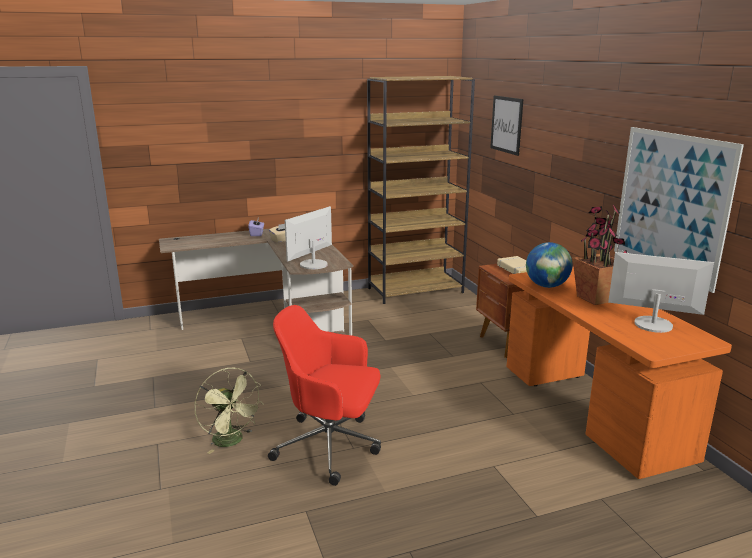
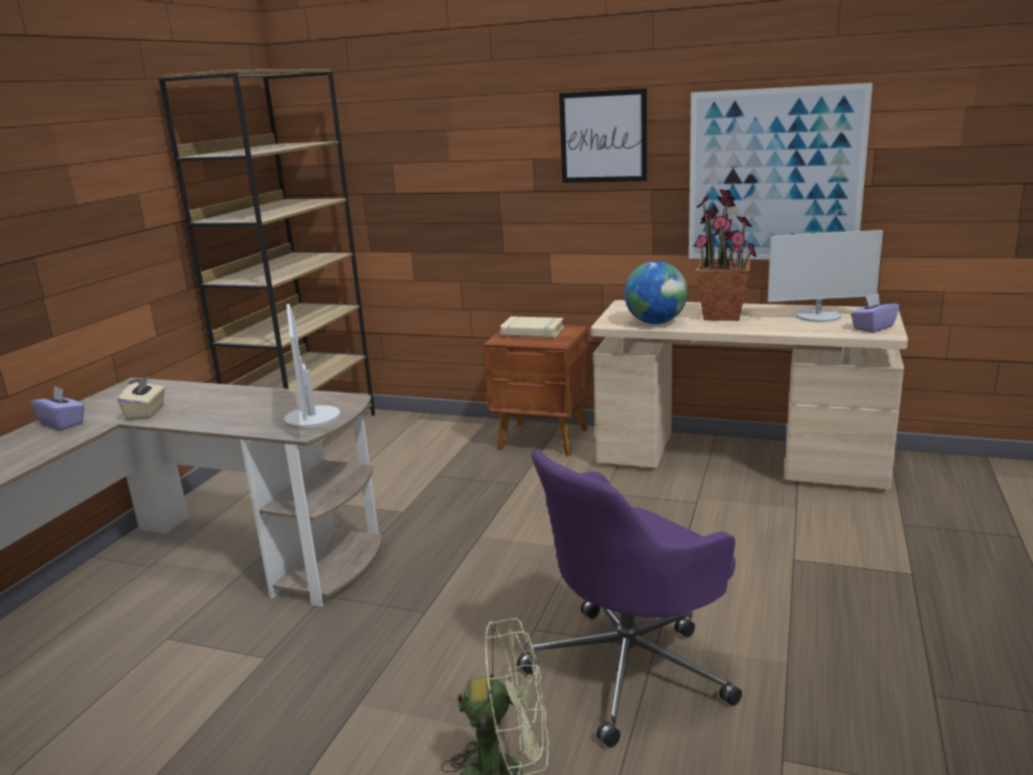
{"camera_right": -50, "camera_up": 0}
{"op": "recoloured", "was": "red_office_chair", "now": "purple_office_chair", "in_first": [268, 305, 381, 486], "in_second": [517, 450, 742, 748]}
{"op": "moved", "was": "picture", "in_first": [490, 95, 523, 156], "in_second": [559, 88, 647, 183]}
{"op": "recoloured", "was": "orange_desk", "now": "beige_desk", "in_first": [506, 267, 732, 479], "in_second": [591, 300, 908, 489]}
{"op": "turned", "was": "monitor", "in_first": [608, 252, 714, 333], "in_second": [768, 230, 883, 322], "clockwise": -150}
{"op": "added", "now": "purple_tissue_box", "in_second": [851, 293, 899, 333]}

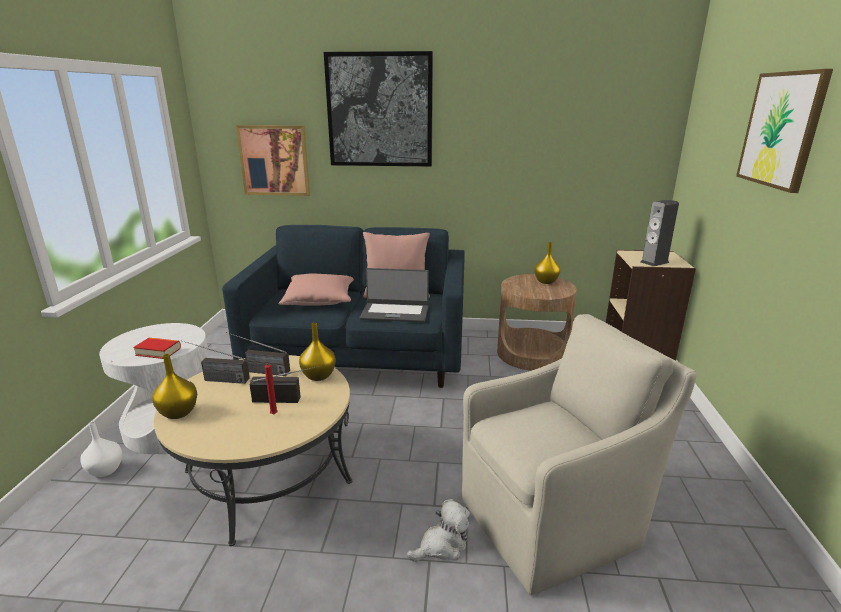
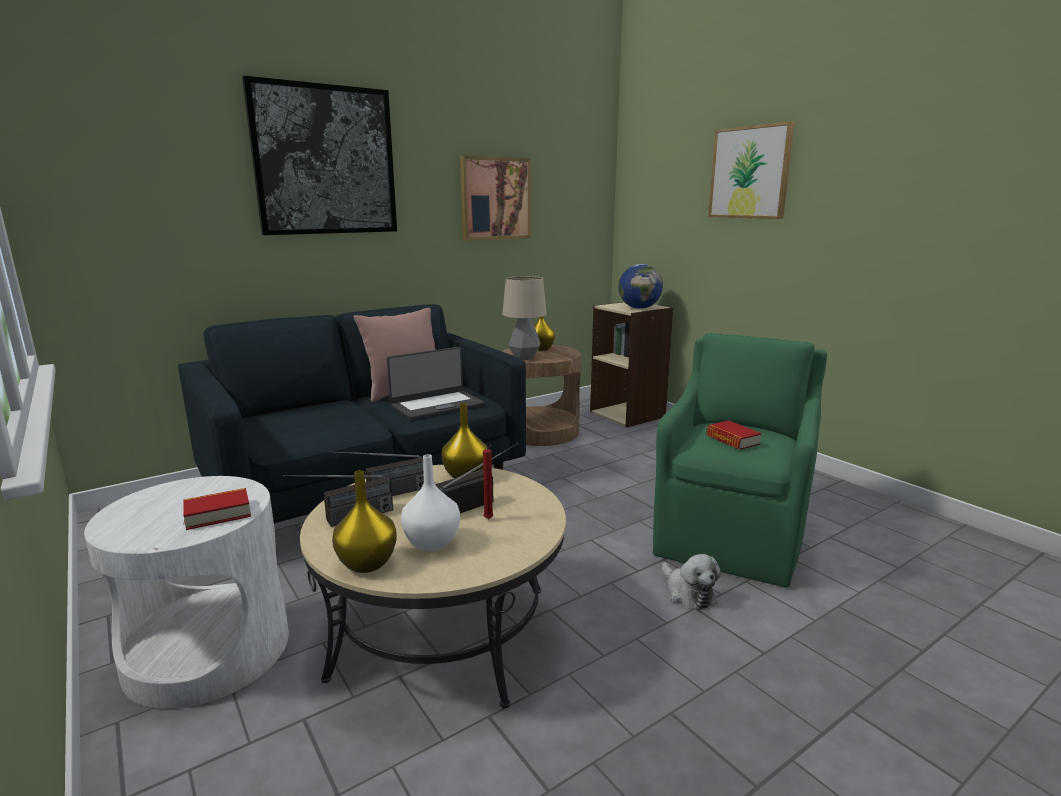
{"camera_right": -40, "camera_up": -5}
{"op": "moved", "was": "white_vase", "in_first": [81, 421, 122, 477], "in_second": [401, 454, 460, 551]}
{"op": "moved", "was": "picture", "in_first": [236, 125, 310, 196], "in_second": [460, 155, 531, 241]}
{"op": "removed", "was": "pink_pillow", "in_first": [278, 274, 354, 306]}
{"op": "turned", "was": "plush_toy", "in_first": [407, 499, 470, 562], "in_second": [662, 554, 721, 610], "clockwise": 135}
{"op": "recoloured", "was": "beige_armchair", "now": "green_armchair", "in_first": [462, 314, 697, 595], "in_second": [653, 333, 827, 588]}
{"op": "replaced", "was": "speaker", "now": "globe", "in_first": [640, 200, 679, 266], "in_second": [618, 264, 663, 309]}
{"op": "added", "now": "table_lamp", "in_second": [502, 276, 547, 360]}
{"op": "added", "now": "book", "in_second": [706, 420, 762, 450]}

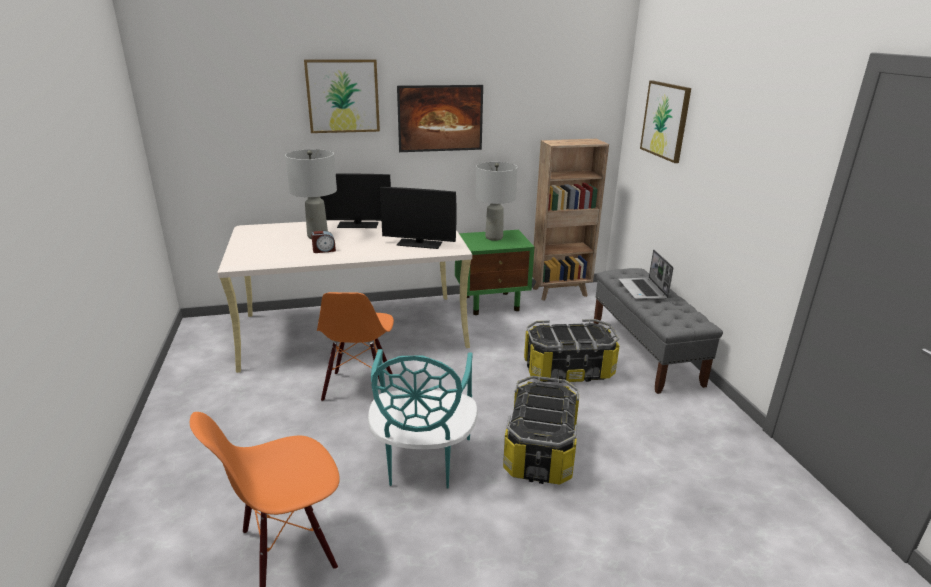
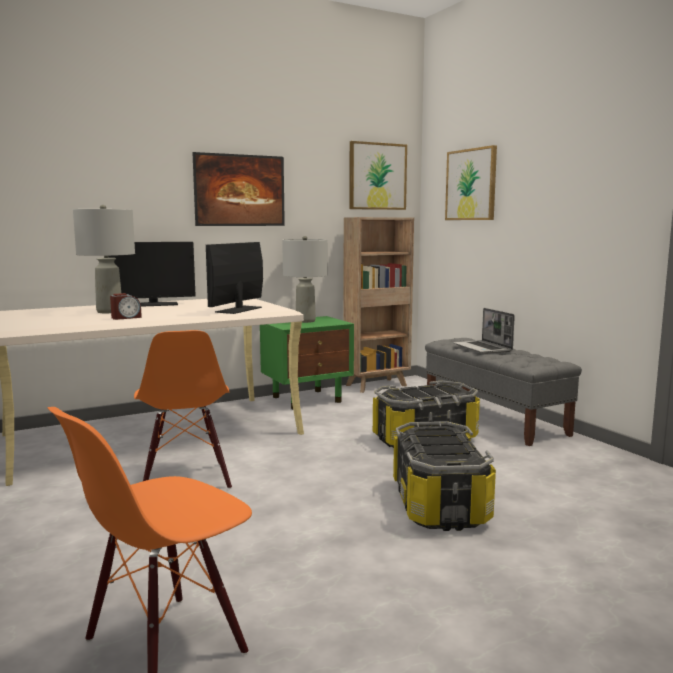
{"camera_right": -15, "camera_up": -15}
{"op": "moved", "was": "picture", "in_first": [304, 59, 380, 133], "in_second": [349, 141, 407, 210]}
{"op": "removed", "was": "turquoise_chair", "in_first": [368, 349, 478, 489]}
{"op": "turned", "was": "monitor", "in_first": [380, 187, 457, 249], "in_second": [206, 242, 263, 314], "clockwise": 120}

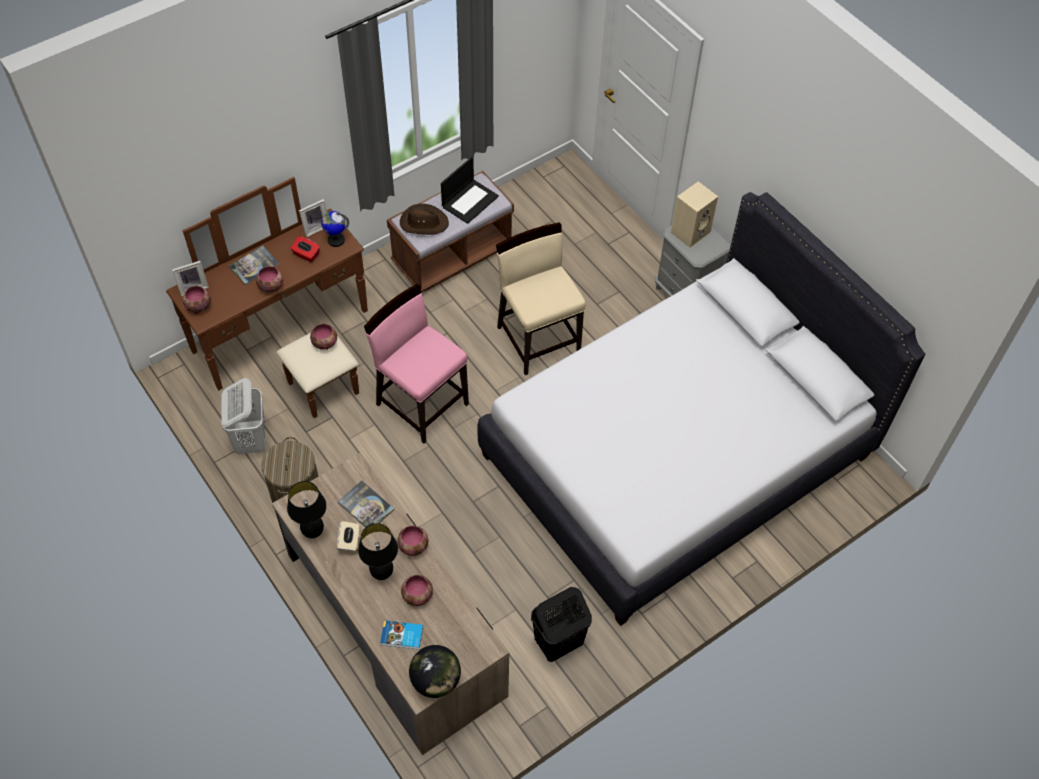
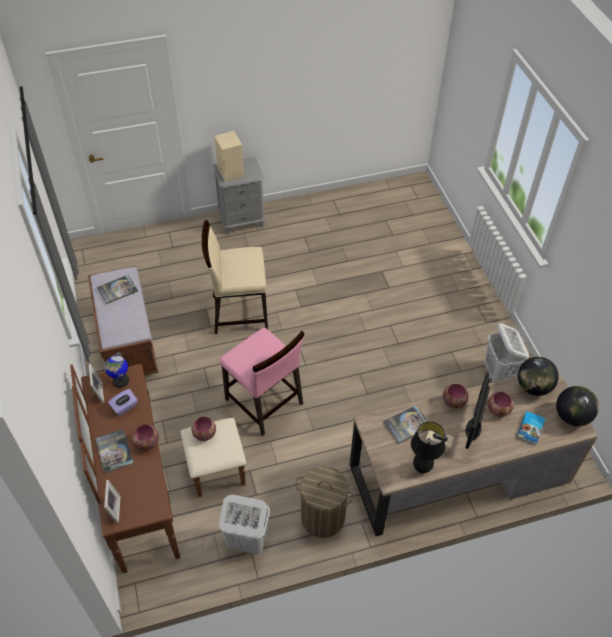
{"camera_right": -70, "camera_up": -5}
{"op": "removed", "was": "bowl", "in_first": [183, 286, 211, 314]}
{"op": "recoloured", "was": "red_tissue_box", "now": "purple_tissue_box", "in_first": [291, 236, 320, 262], "in_second": [108, 389, 138, 416]}
{"op": "replaced", "was": "black_table_lamp", "now": "monitor", "in_first": [358, 523, 398, 580], "in_second": [465, 372, 490, 449]}
{"op": "turned", "was": "pink_chair", "in_first": [364, 284, 469, 444], "in_second": [220, 327, 305, 436], "clockwise": -105}
{"op": "removed", "was": "brown_hat", "in_first": [400, 204, 449, 235]}
{"op": "replaced", "was": "laptop", "now": "book", "in_first": [441, 157, 499, 224], "in_second": [97, 275, 138, 304]}
{"op": "removed", "was": "white_bed", "in_first": [477, 192, 925, 626]}
{"op": "recoloured", "was": "black_laundry_basket", "now": "white_laundry_basket", "in_first": [531, 587, 592, 662], "in_second": [484, 323, 529, 382]}
{"op": "added", "now": "globe", "in_second": [518, 357, 559, 396]}

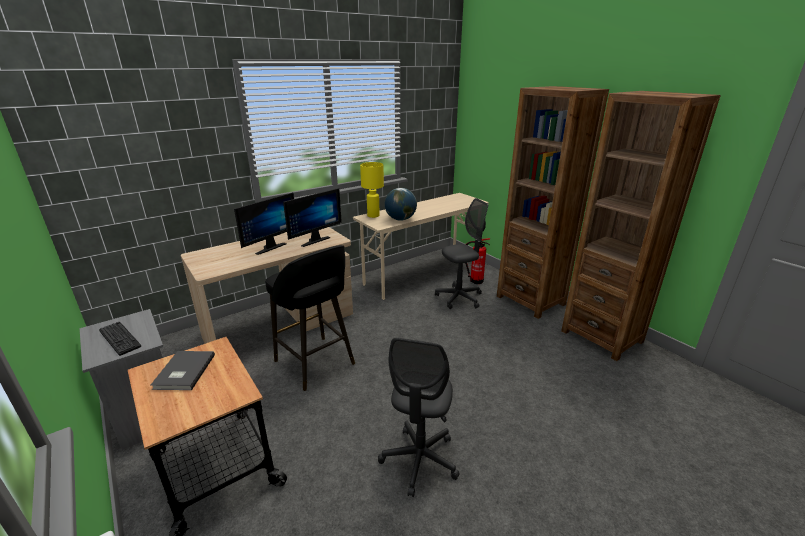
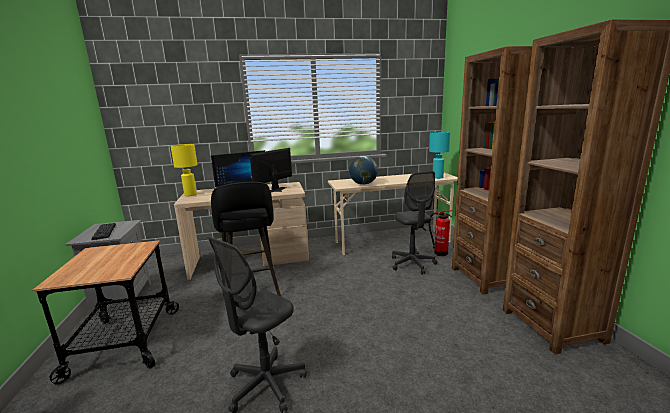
{"camera_right": 25, "camera_up": -10}
{"op": "removed", "was": "grey_book", "in_first": [150, 351, 215, 390]}
{"op": "turned", "was": "monitor", "in_first": [283, 188, 342, 247], "in_second": [250, 148, 292, 193], "clockwise": 150}
{"op": "moved", "was": "yellow_table_lamp", "in_first": [360, 162, 384, 218], "in_second": [171, 144, 198, 196]}
{"op": "turned", "was": "grey_office_chair", "in_first": [435, 198, 488, 309], "in_second": [392, 171, 437, 275], "clockwise": 75}
{"op": "added", "now": "turquoise_table_lamp", "in_second": [429, 132, 450, 179]}

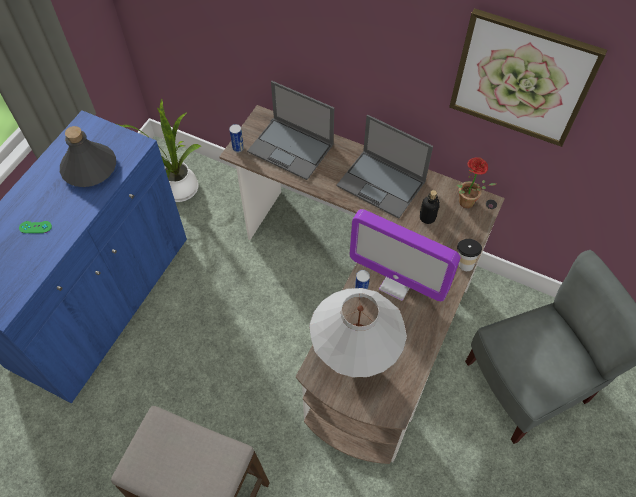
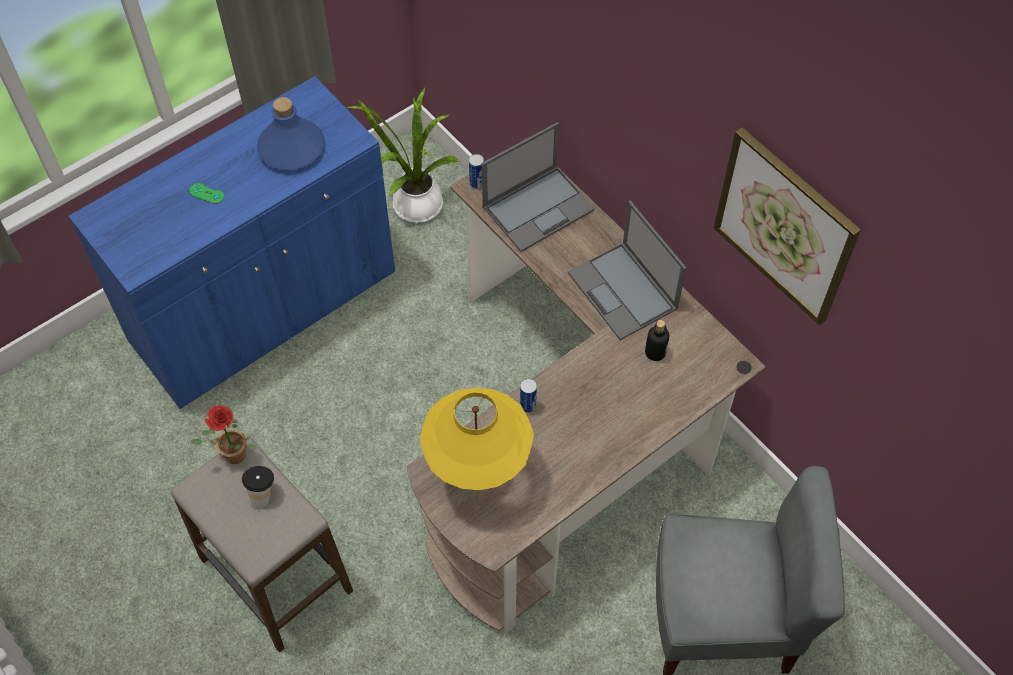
{"camera_right": 25, "camera_up": 0}
{"op": "recoloured", "was": "grey_bottle", "now": "blue_bottle", "in_first": [60, 126, 116, 187], "in_second": [257, 97, 325, 170]}
{"op": "turned", "was": "laptop", "in_first": [247, 81, 334, 180], "in_second": [482, 122, 595, 252], "clockwise": -90}
{"op": "recoloured", "was": "white_table_lamp", "now": "yellow_table_lamp", "in_first": [309, 288, 407, 377], "in_second": [420, 388, 534, 490]}
{"op": "removed", "was": "monitor", "in_first": [350, 209, 460, 301]}
{"op": "moved", "was": "potted_plant", "in_first": [456, 157, 496, 208], "in_second": [190, 405, 257, 464]}
{"op": "moved", "was": "cup", "in_first": [457, 239, 482, 271], "in_second": [242, 466, 274, 508]}

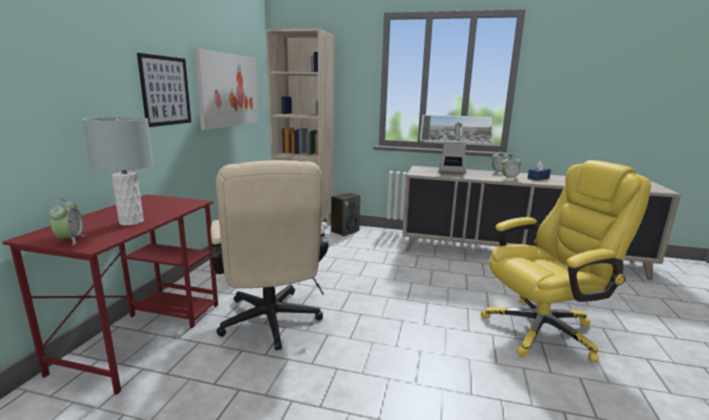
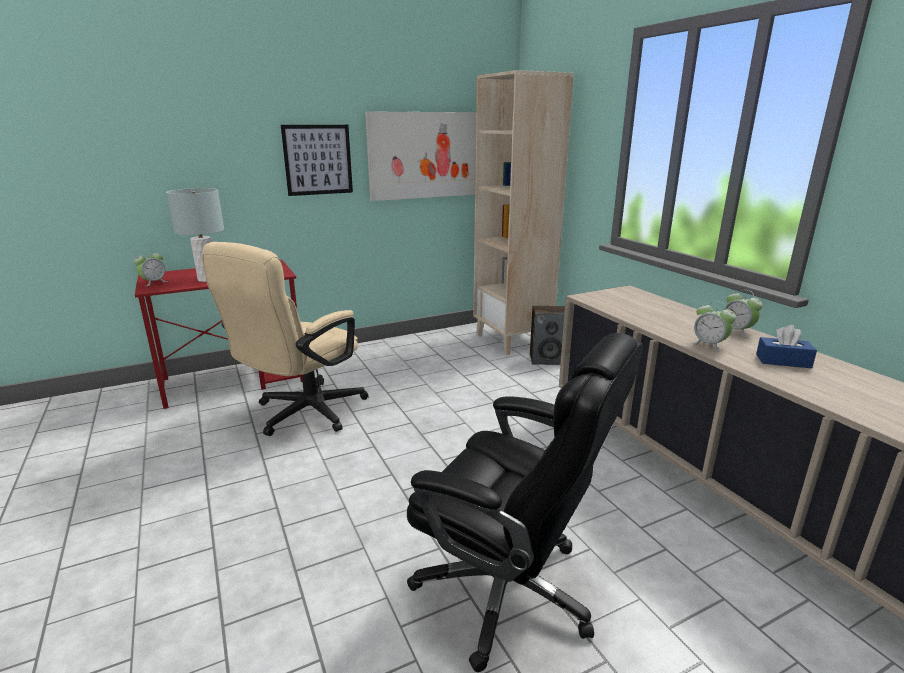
{"camera_right": 50, "camera_up": 5}
{"op": "removed", "was": "monitor", "in_first": [420, 115, 494, 173]}
{"op": "recoloured", "was": "yellow_office_chair", "now": "black_office_chair", "in_first": [481, 160, 651, 362], "in_second": [407, 333, 643, 672]}

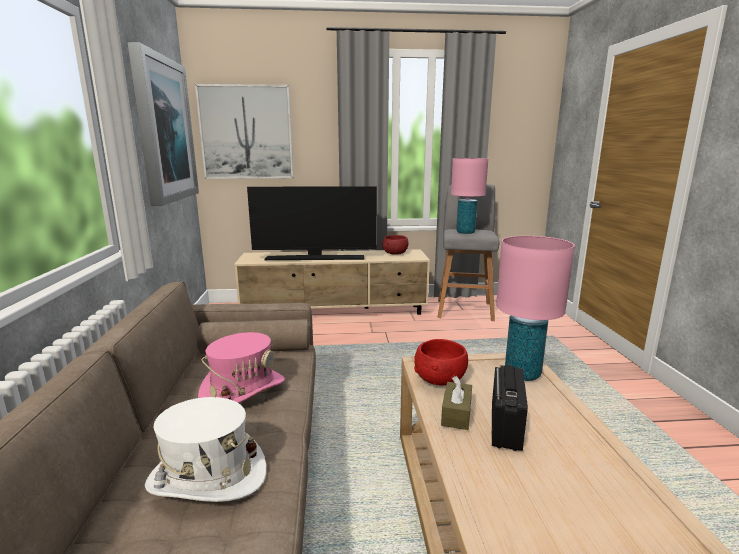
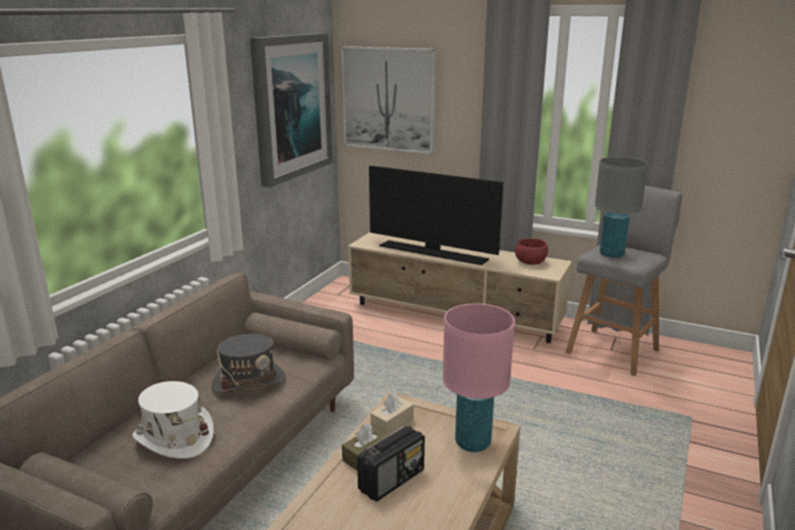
{"camera_right": 30, "camera_up": 5}
{"op": "recoloured", "was": "pink_hat", "now": "grey_hat", "in_first": [198, 332, 285, 403], "in_second": [211, 334, 286, 393]}
{"op": "replaced", "was": "red_bowl", "now": "beige_tissue_box", "in_first": [414, 339, 468, 385], "in_second": [371, 393, 414, 435]}
{"op": "recoloured", "was": "pink_table_lamp", "now": "grey_table_lamp", "in_first": [451, 158, 488, 234], "in_second": [595, 157, 648, 258]}

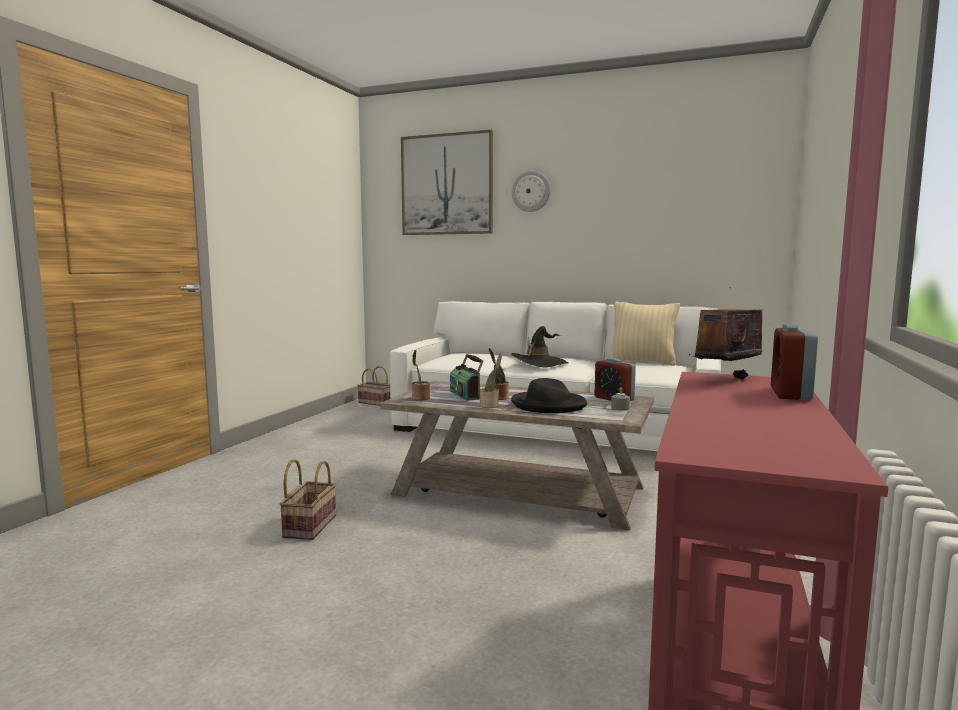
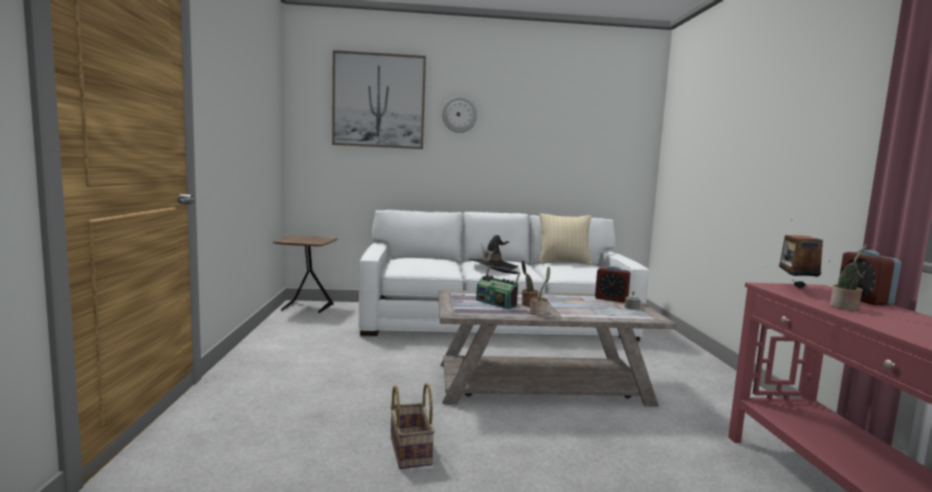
{"camera_right": -25, "camera_up": 0}
{"op": "replaced", "was": "basket", "now": "brown_side_table", "in_first": [357, 366, 390, 406], "in_second": [273, 236, 337, 313]}
{"op": "moved", "was": "potted_plant", "in_first": [412, 350, 430, 401], "in_second": [830, 244, 868, 311]}
{"op": "removed", "was": "black_hat", "in_first": [511, 378, 587, 413]}

